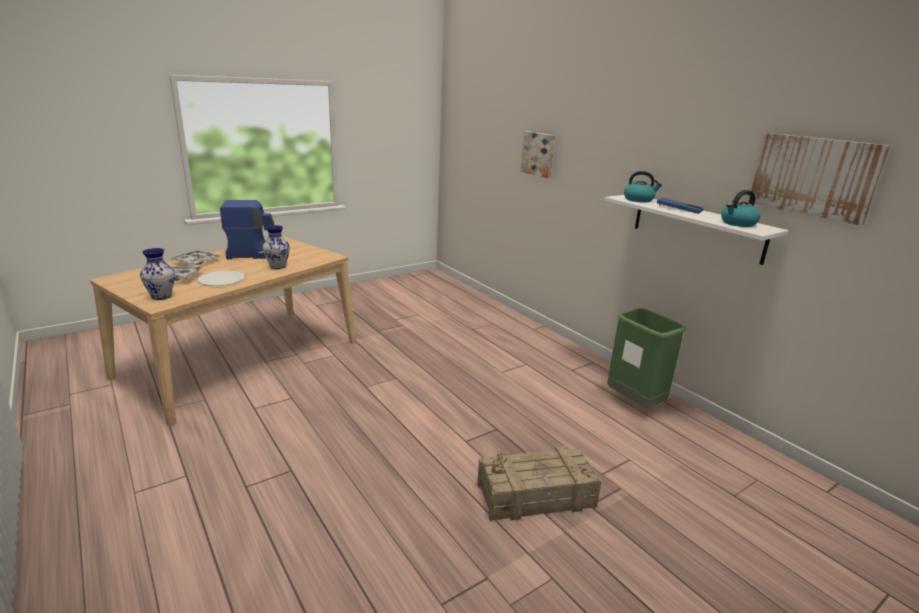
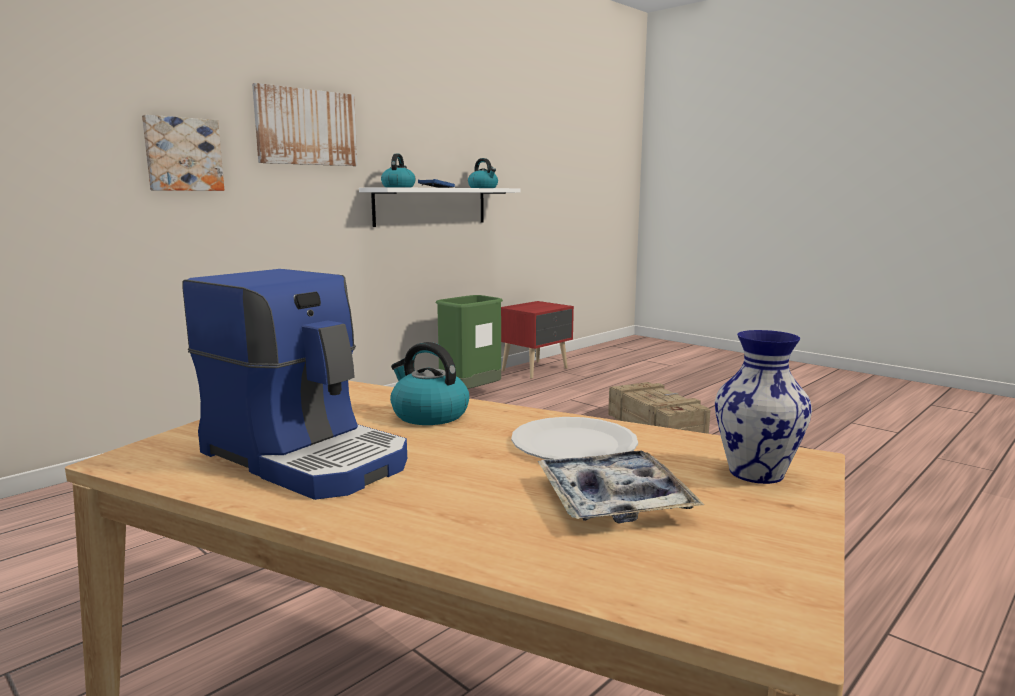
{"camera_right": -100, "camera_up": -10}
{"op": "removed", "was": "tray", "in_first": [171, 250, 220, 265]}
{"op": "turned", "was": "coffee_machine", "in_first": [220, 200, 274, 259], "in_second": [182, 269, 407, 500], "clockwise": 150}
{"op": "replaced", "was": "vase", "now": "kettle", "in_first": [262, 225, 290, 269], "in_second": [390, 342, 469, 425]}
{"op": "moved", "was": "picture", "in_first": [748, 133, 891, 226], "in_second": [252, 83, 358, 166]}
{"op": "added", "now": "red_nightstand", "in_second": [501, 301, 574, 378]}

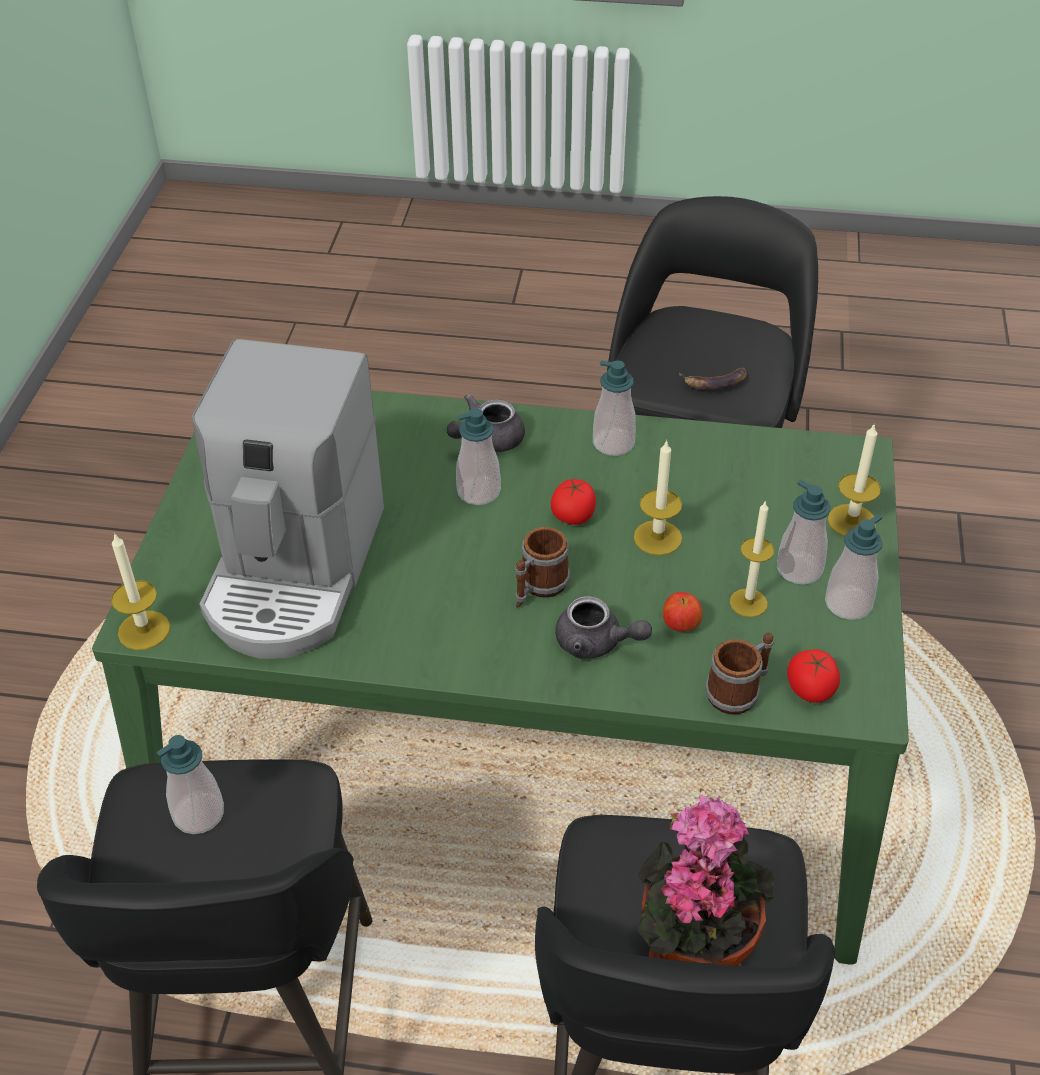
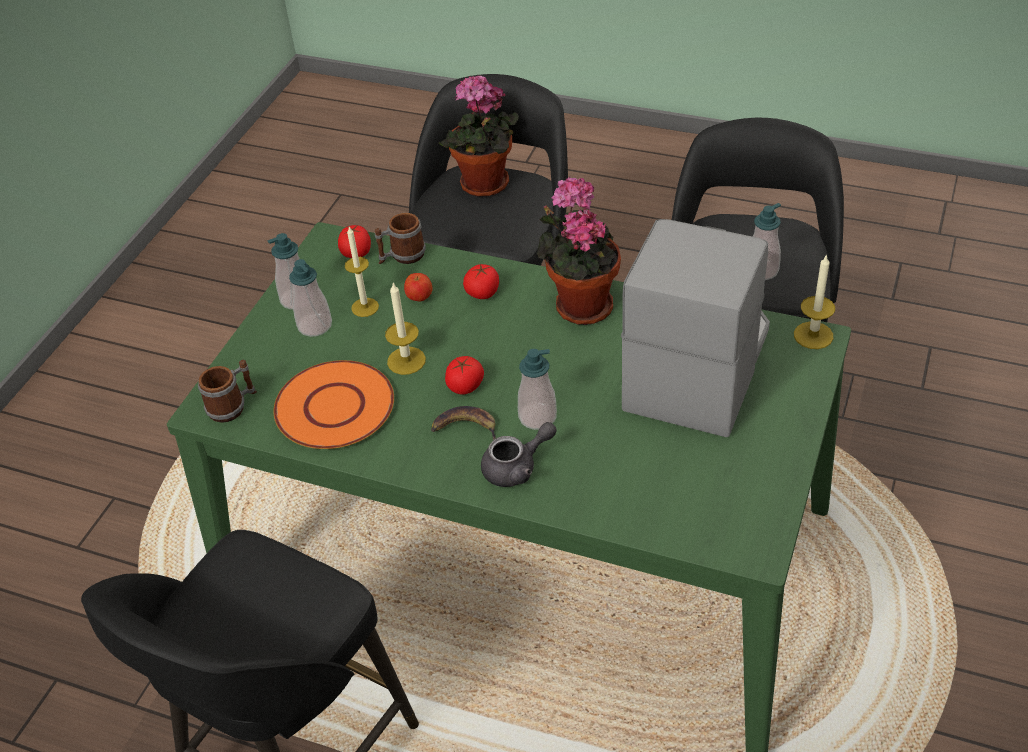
{"camera_right": -165, "camera_up": 0}
{"op": "moved", "was": "mug", "in_first": [515, 527, 570, 608], "in_second": [198, 360, 257, 423]}
{"op": "replaced", "was": "grey_teapot", "now": "tomato", "in_first": [555, 596, 652, 659], "in_second": [463, 263, 499, 299]}
{"op": "removed", "was": "soap_dispenser", "in_first": [593, 360, 636, 456]}
{"op": "moved", "was": "banana", "in_first": [679, 367, 747, 390], "in_second": [431, 406, 496, 440]}
{"op": "removed", "was": "candle", "in_first": [828, 423, 881, 537]}
{"op": "added", "now": "orange_plate", "in_second": [273, 360, 394, 449]}
{"op": "added", "now": "potted_plant", "in_second": [537, 177, 621, 325]}

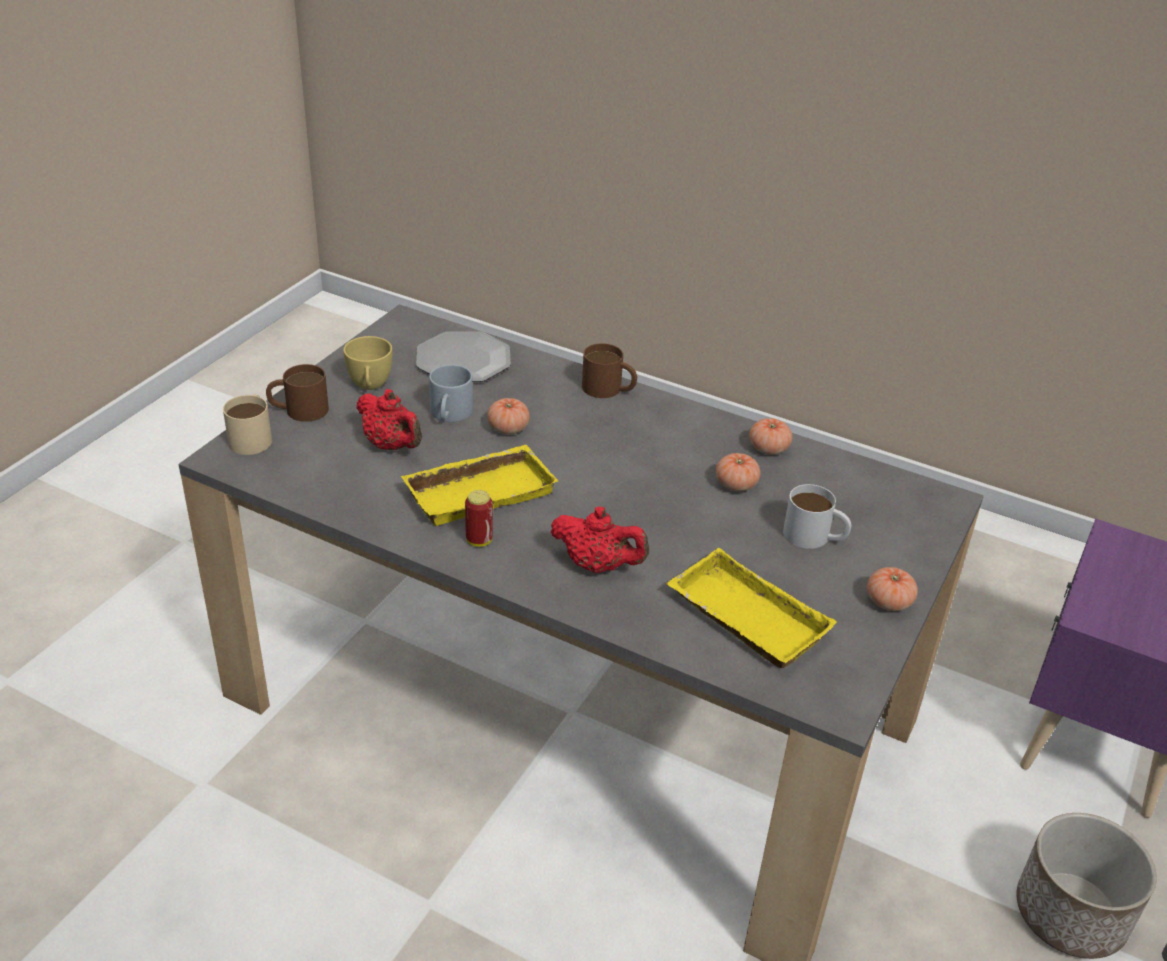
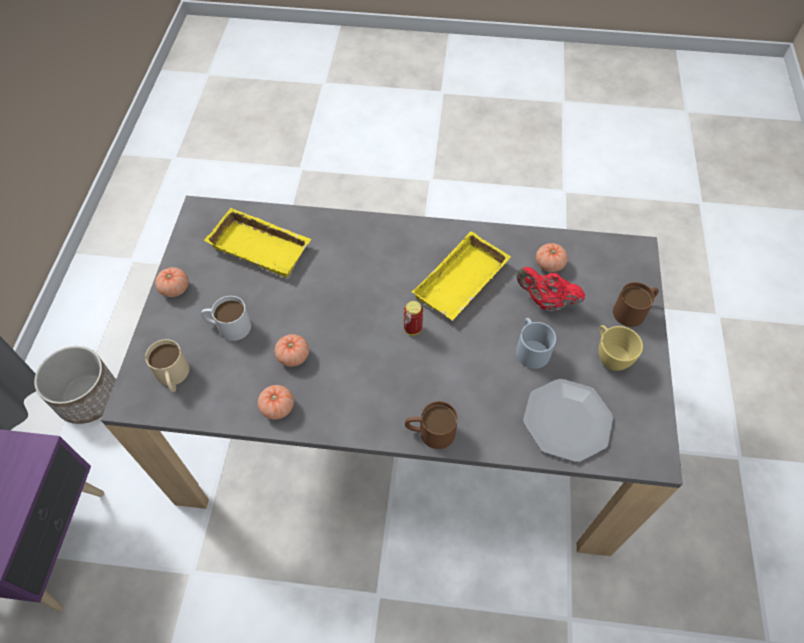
{"camera_right": 160, "camera_up": 20}
{"op": "moved", "was": "beige_mug", "in_first": [223, 395, 272, 455], "in_second": [145, 339, 189, 392]}
{"op": "moved", "was": "can", "in_first": [465, 490, 493, 547], "in_second": [404, 301, 423, 335]}
{"op": "moved", "was": "tomato", "in_first": [487, 398, 530, 434], "in_second": [536, 243, 568, 272]}
{"op": "removed", "was": "red_teapot", "in_first": [550, 506, 649, 573]}

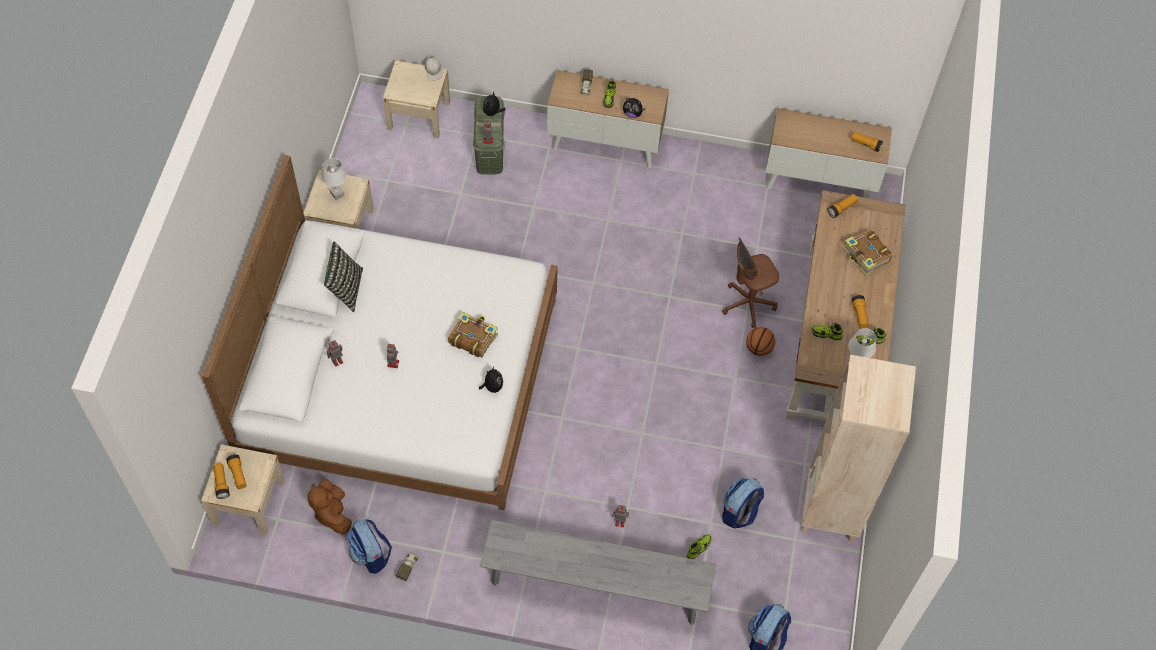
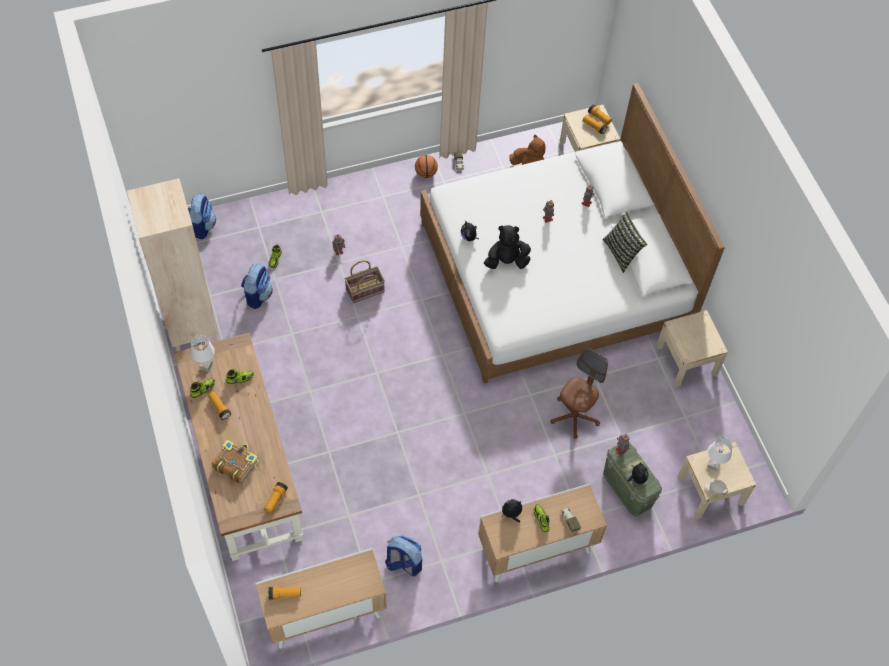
{"camera_right": 150, "camera_up": 0}
{"op": "moved", "was": "white_table_lamp", "in_first": [321, 158, 347, 200], "in_second": [707, 437, 732, 471]}
{"op": "moved", "was": "backpack", "in_first": [347, 519, 392, 574], "in_second": [385, 535, 422, 576]}
{"op": "replaced", "was": "book", "now": "black_plush_toy", "in_first": [448, 312, 498, 358], "in_second": [484, 225, 531, 269]}
{"op": "removed", "was": "grey_bench", "in_first": [480, 520, 716, 625]}
{"op": "moved", "was": "brown_office_chair", "in_first": [722, 237, 779, 328], "in_second": [551, 348, 608, 439]}
{"op": "moved", "was": "basketball", "in_first": [746, 327, 775, 356], "in_second": [415, 155, 438, 178]}
{"op": "added", "now": "basket", "in_second": [345, 260, 385, 303]}

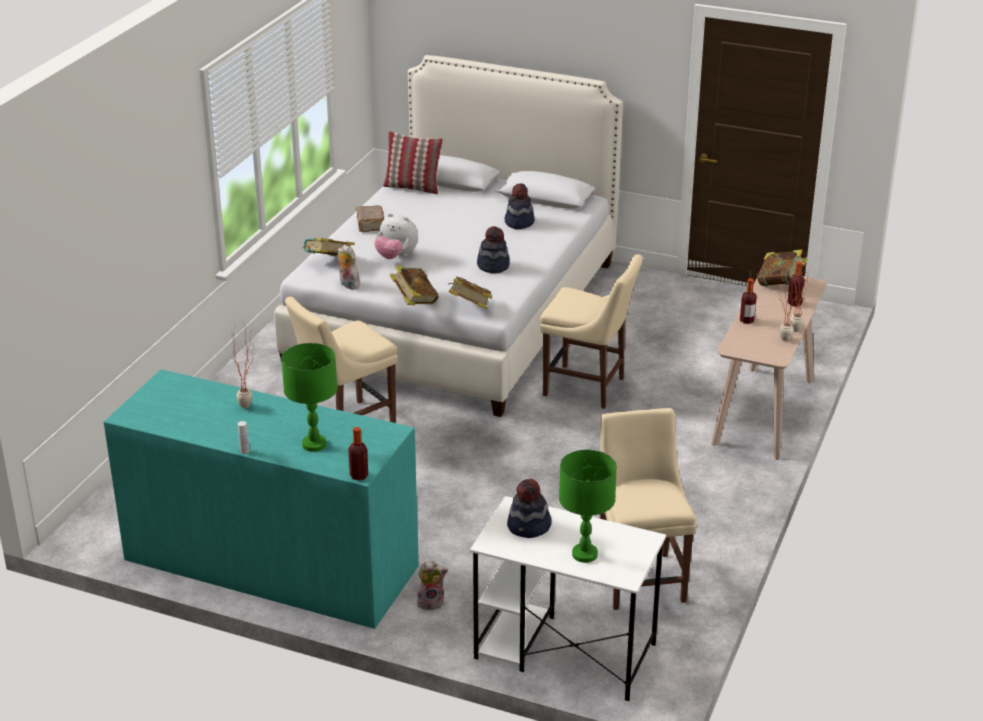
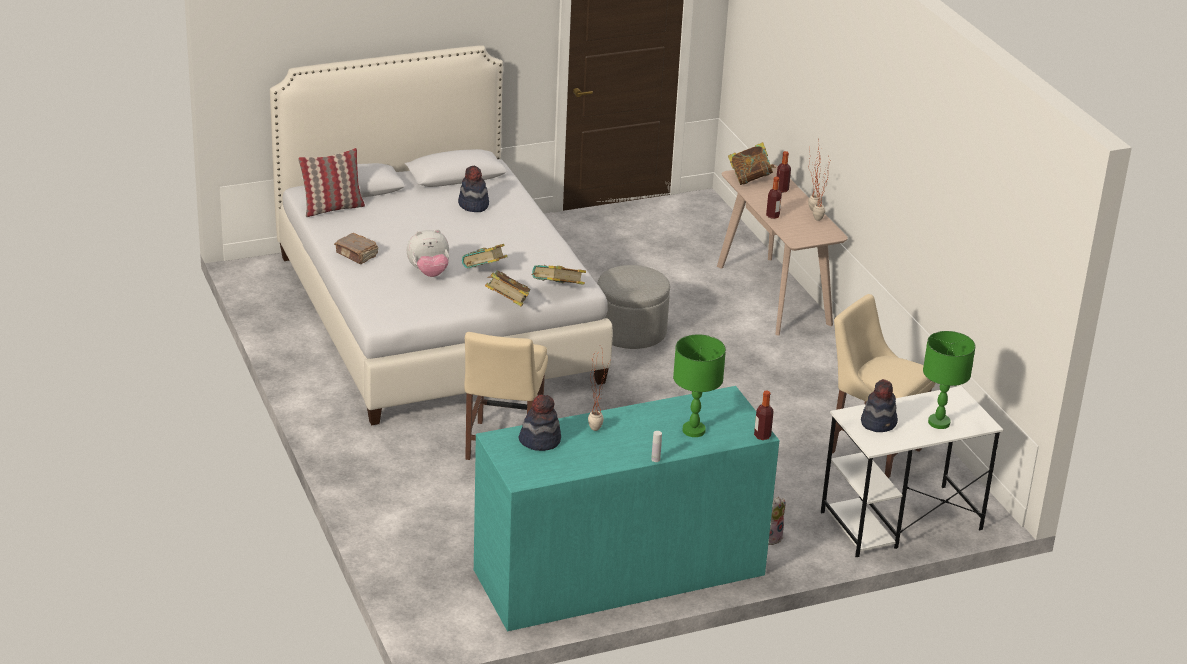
{"camera_right": -45, "camera_up": 0}
{"op": "moved", "was": "book", "in_first": [302, 238, 355, 256], "in_second": [462, 244, 508, 268]}
{"op": "removed", "was": "plush_toy", "in_first": [337, 245, 360, 289]}
{"op": "moved", "was": "hat", "in_first": [477, 226, 510, 273], "in_second": [519, 395, 561, 451]}
{"op": "replaced", "was": "beige_chair", "now": "grey_ottoman", "in_first": [540, 254, 643, 409], "in_second": [598, 265, 670, 349]}

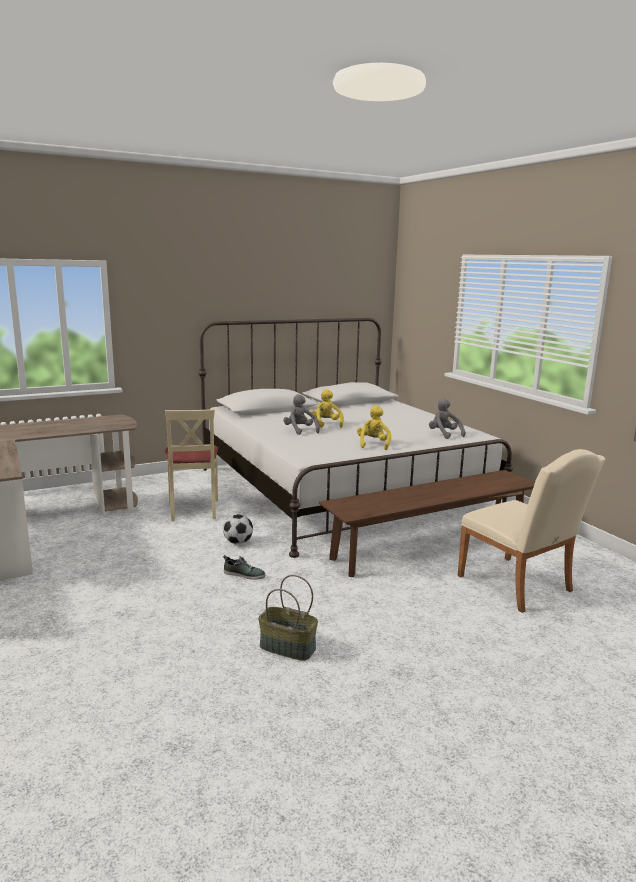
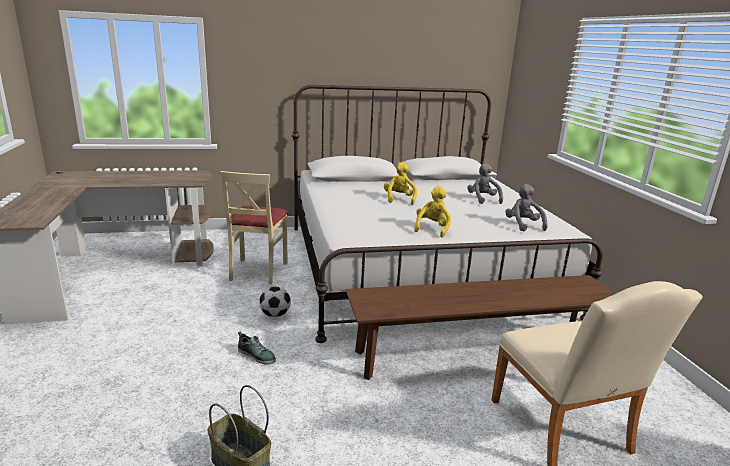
{"camera_right": 15, "camera_up": 5}
{"op": "moved", "was": "grey_plush_toy", "in_first": [283, 394, 320, 435], "in_second": [467, 163, 503, 204]}

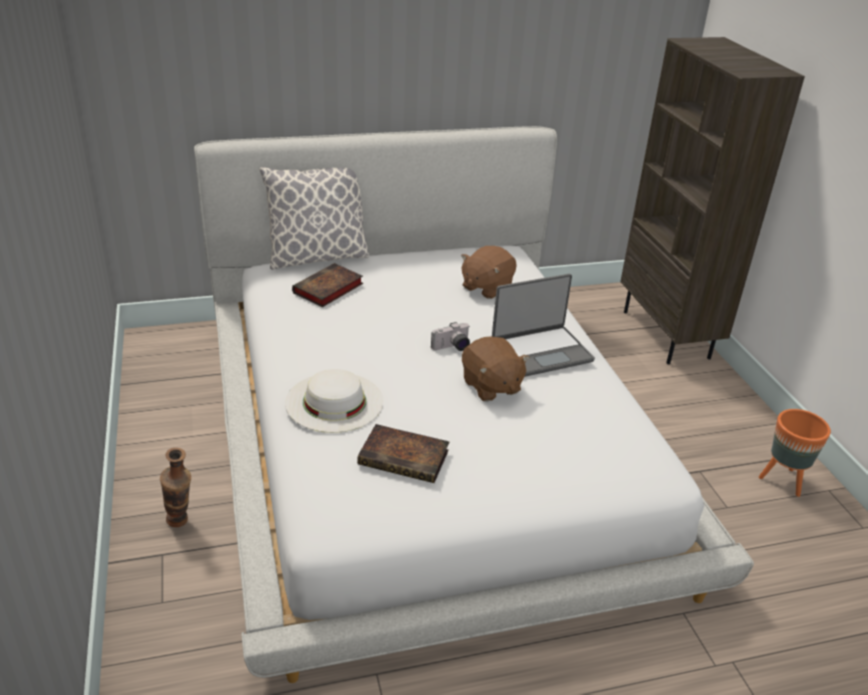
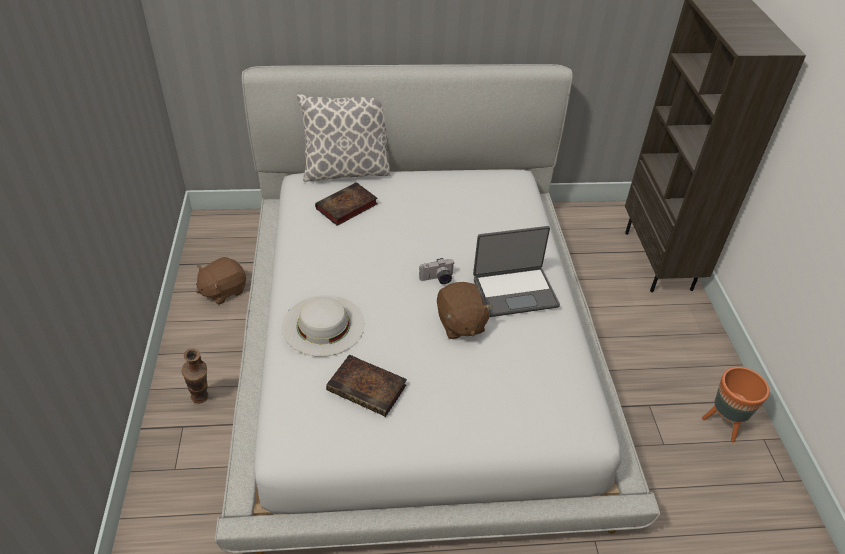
{"camera_right": 10, "camera_up": 10}
{"op": "moved", "was": "brown_plush_toy", "in_first": [461, 246, 517, 299], "in_second": [196, 257, 246, 305]}

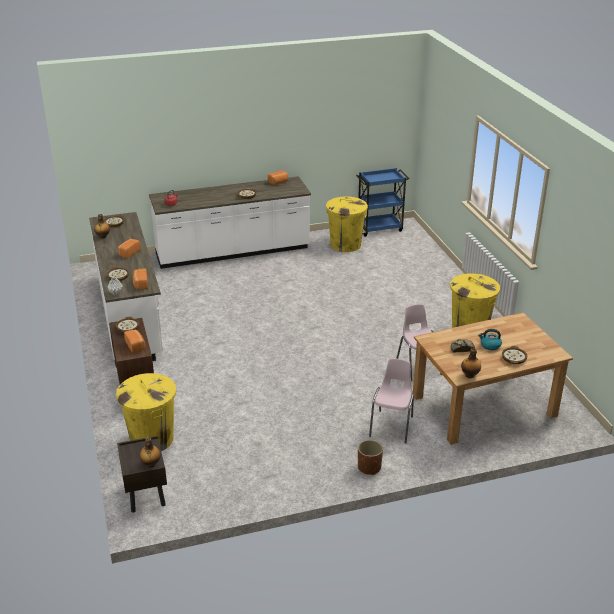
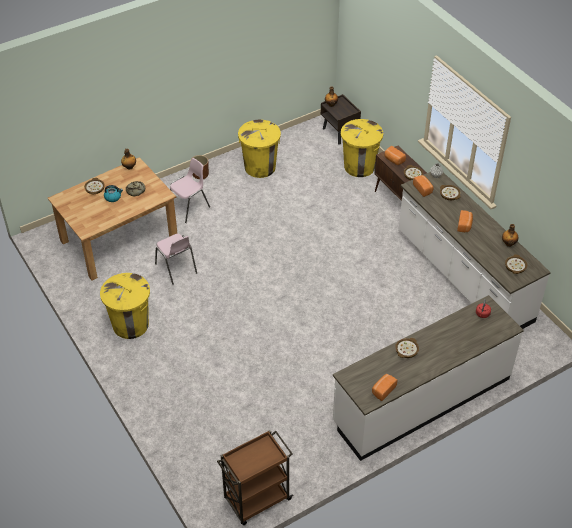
{"camera_right": 165, "camera_up": 15}
{"op": "moved", "was": "yellow_trash_can", "in_first": [326, 197, 368, 252], "in_second": [238, 120, 281, 178]}
{"op": "recoloured", "was": "blue_cart", "now": "brown_cart", "in_first": [356, 168, 409, 237], "in_second": [217, 430, 294, 525]}
{"op": "turned", "was": "pink_chair", "in_first": [369, 358, 414, 443], "in_second": [170, 158, 210, 223], "clockwise": -135}

